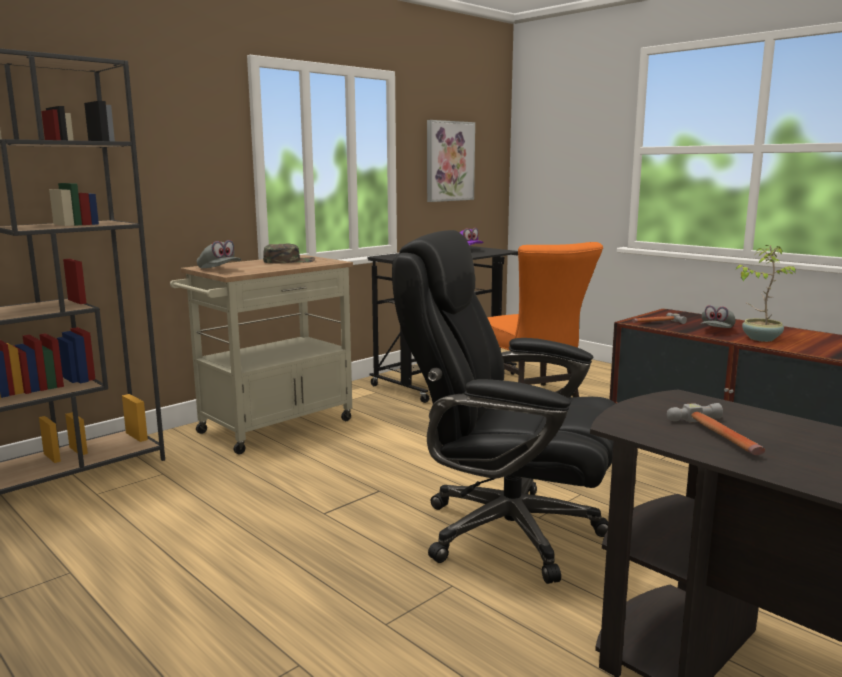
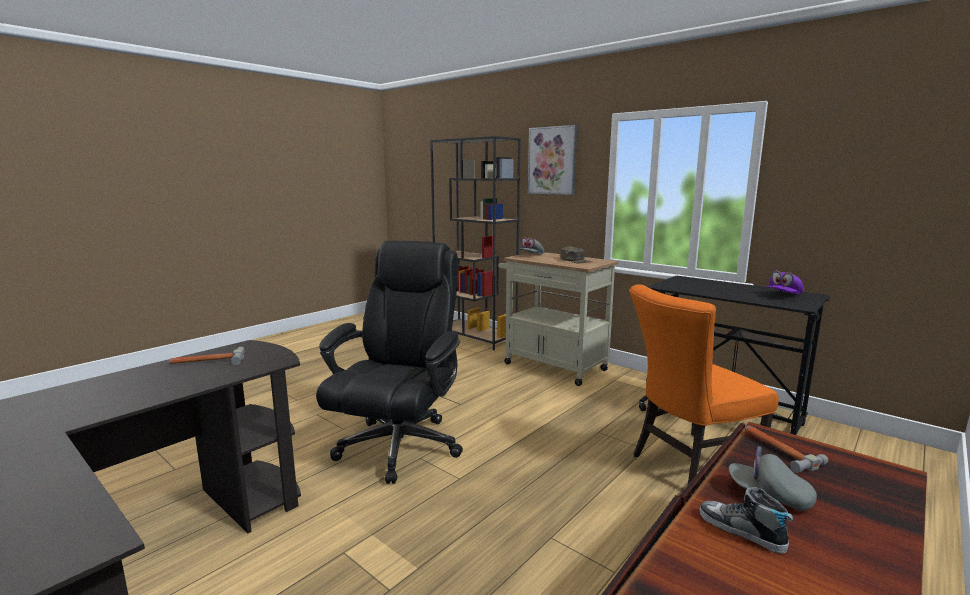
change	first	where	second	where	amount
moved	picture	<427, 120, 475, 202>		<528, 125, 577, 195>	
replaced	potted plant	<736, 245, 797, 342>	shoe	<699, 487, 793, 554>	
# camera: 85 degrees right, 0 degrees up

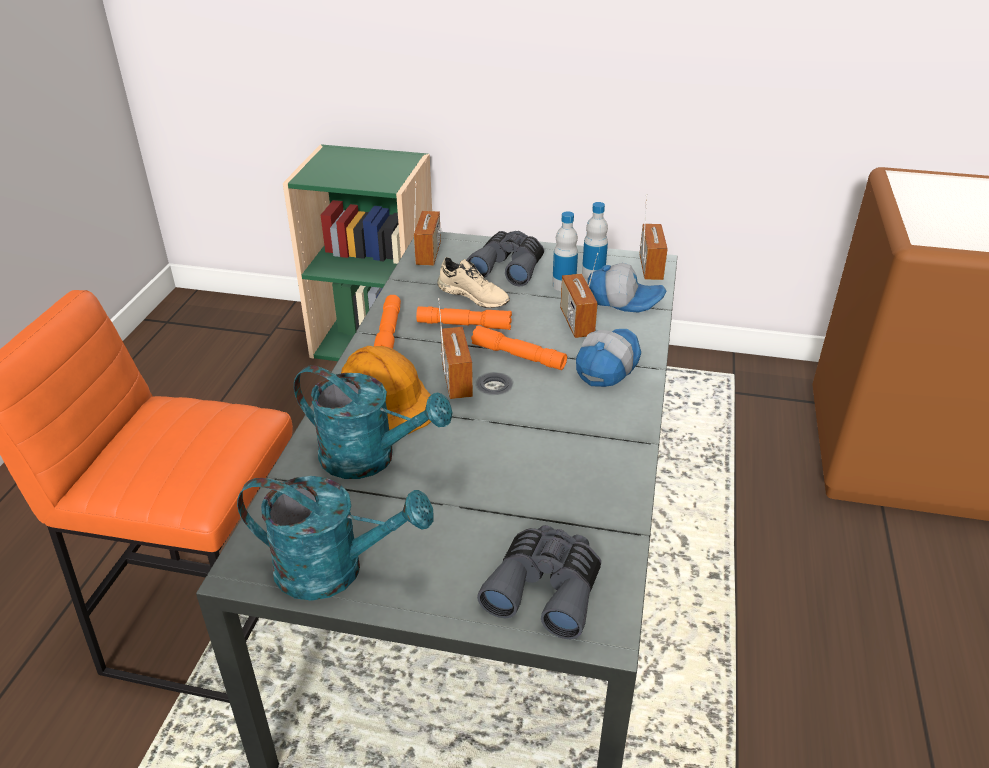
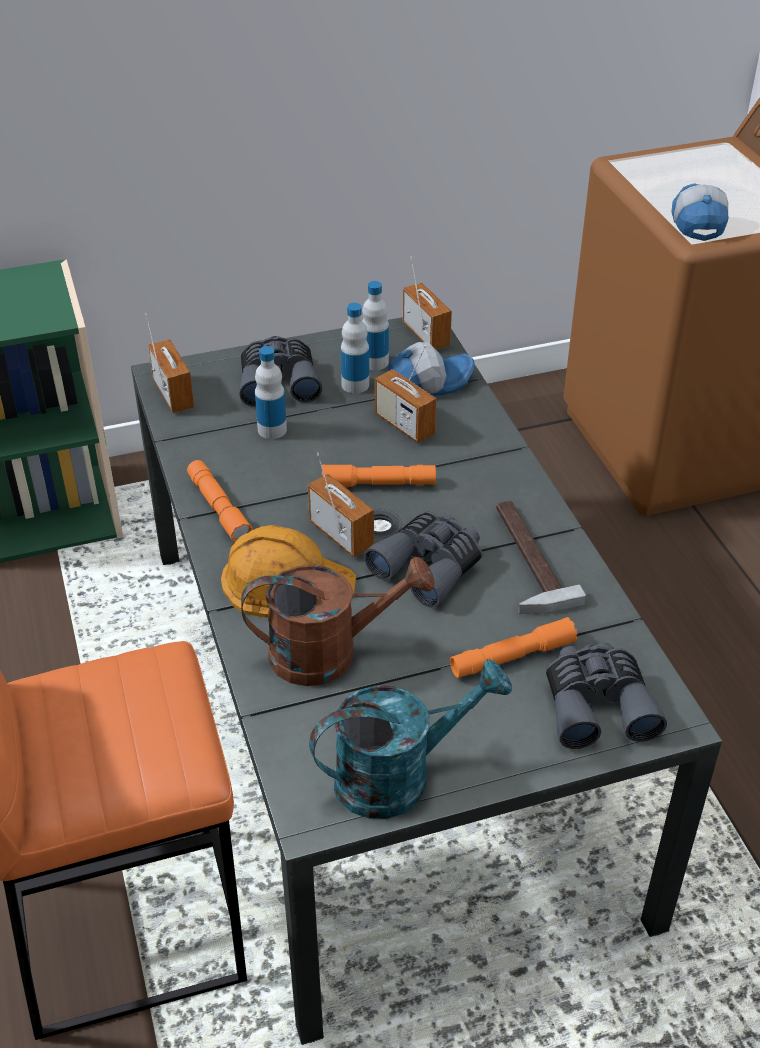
change	first	where	second	where	amount
added			binoculars (grey)	<364, 512, 483, 608>	
added			hammer	<496, 501, 586, 614>	
moved	flashlight (orange)	<416, 306, 512, 330>		<450, 617, 577, 678>	
moved	cap	<576, 329, 641, 387>		<672, 183, 729, 241>	
replaced	shoe (beige)	<437, 257, 510, 308>	bottle	<255, 346, 287, 439>	
recoloured	watering can (turquoise)	<294, 365, 453, 479>	watering can (brown)	<241, 556, 434, 686>	
# camera: 30 degrees left, 5 degrees up

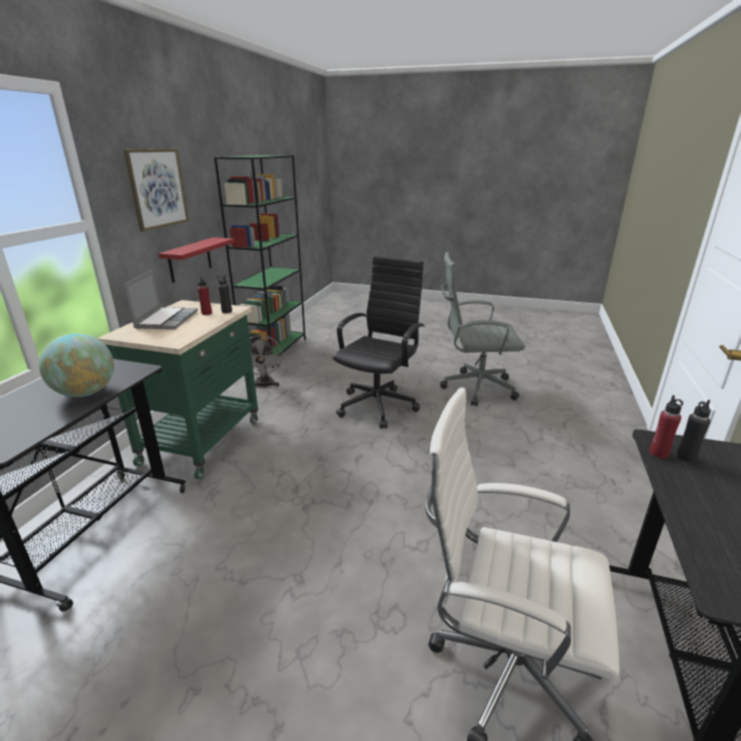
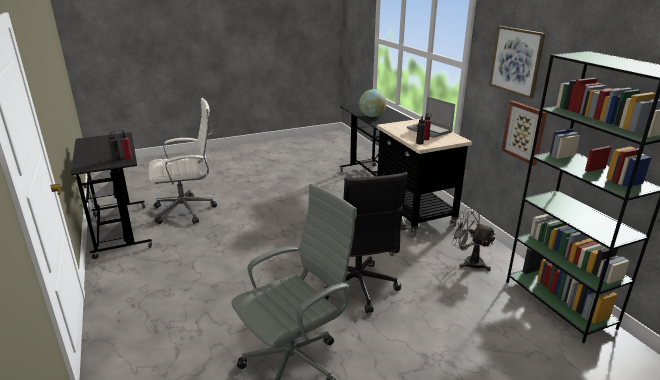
change	first	where	second	where	amount
replaced	shelf (red)	<159, 237, 234, 283>	picture	<501, 101, 547, 166>	
recoloured	cart (green)	<97, 300, 258, 479>	cart (black)	<377, 118, 472, 237>	
# camera: 140 degrees right, 0 degrees up

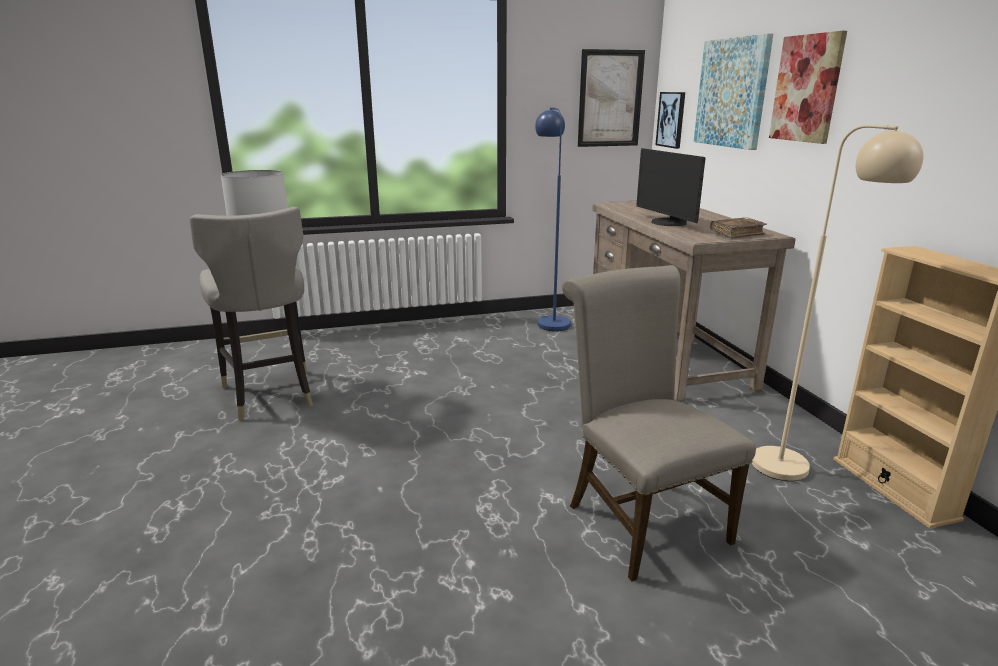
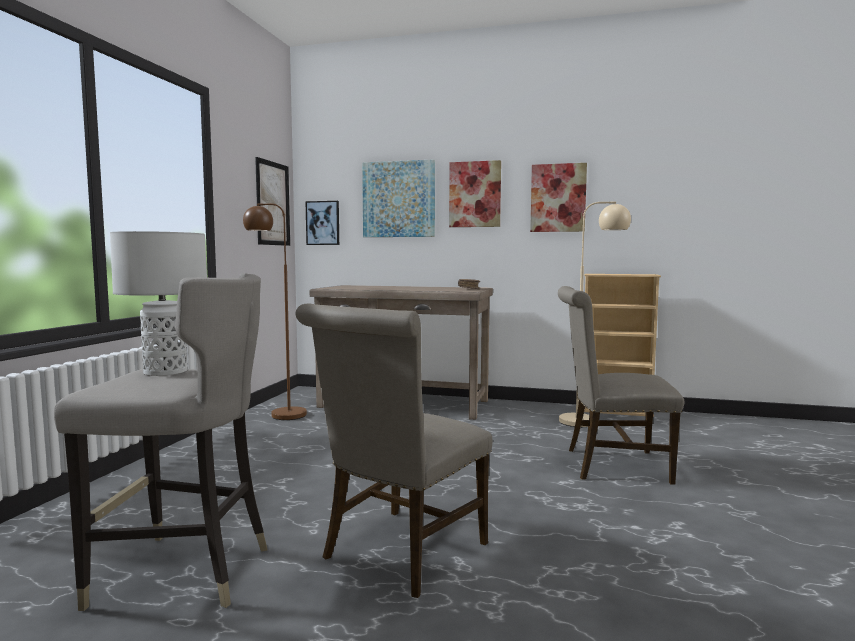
change	first	where	second	where	amount
removed	monitor	<636, 148, 706, 226>			
added			chair (beige)	<295, 304, 492, 598>	
added			picture	<530, 163, 587, 232>	
recoloured	floor lamp (blue)	<535, 107, 571, 331>	floor lamp (brown)	<243, 203, 307, 420>	
# camera: 60 degrees left, 15 degrees down

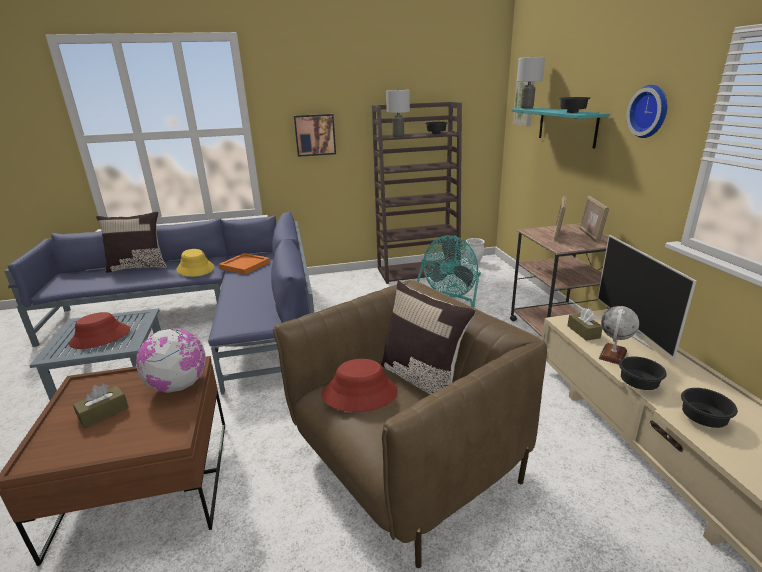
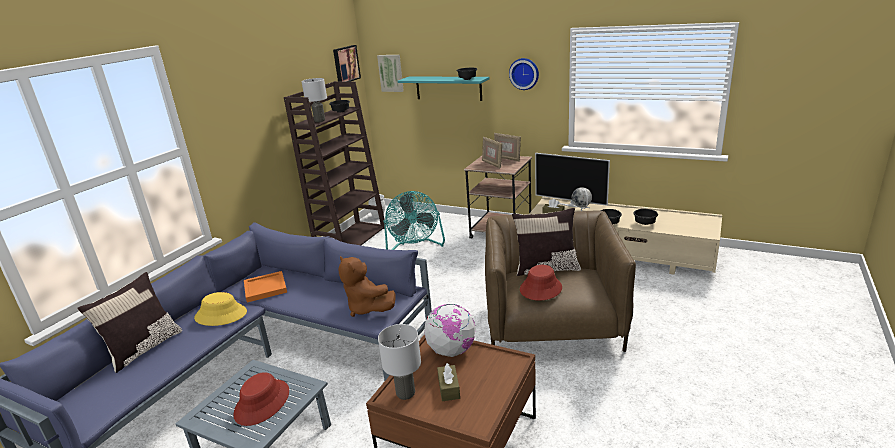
change	first	where	second	where	amount
added			plush toy (brown)	<339, 256, 395, 317>	
moved	picture	<294, 114, 336, 157>		<333, 45, 361, 82>	
moved	table lamp (white)	<517, 57, 545, 109>		<378, 324, 421, 400>	
# camera: 50 degrees left, 0 degrees up

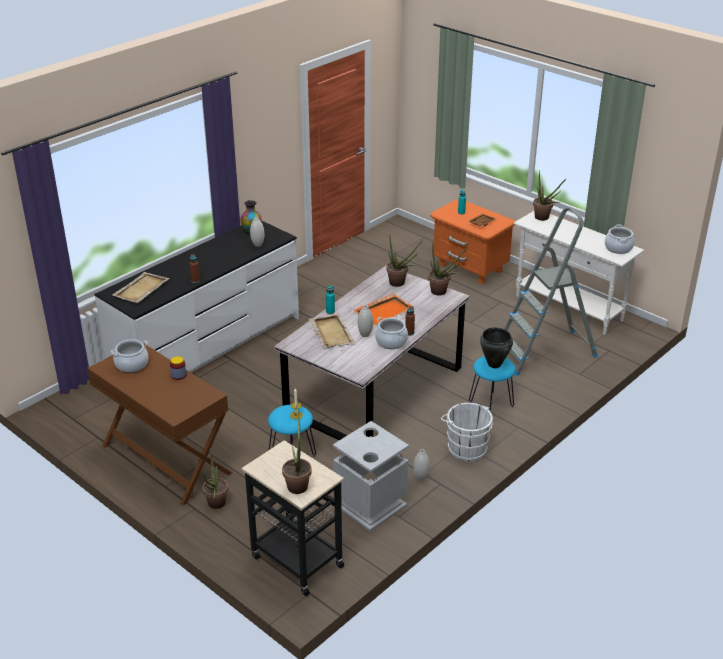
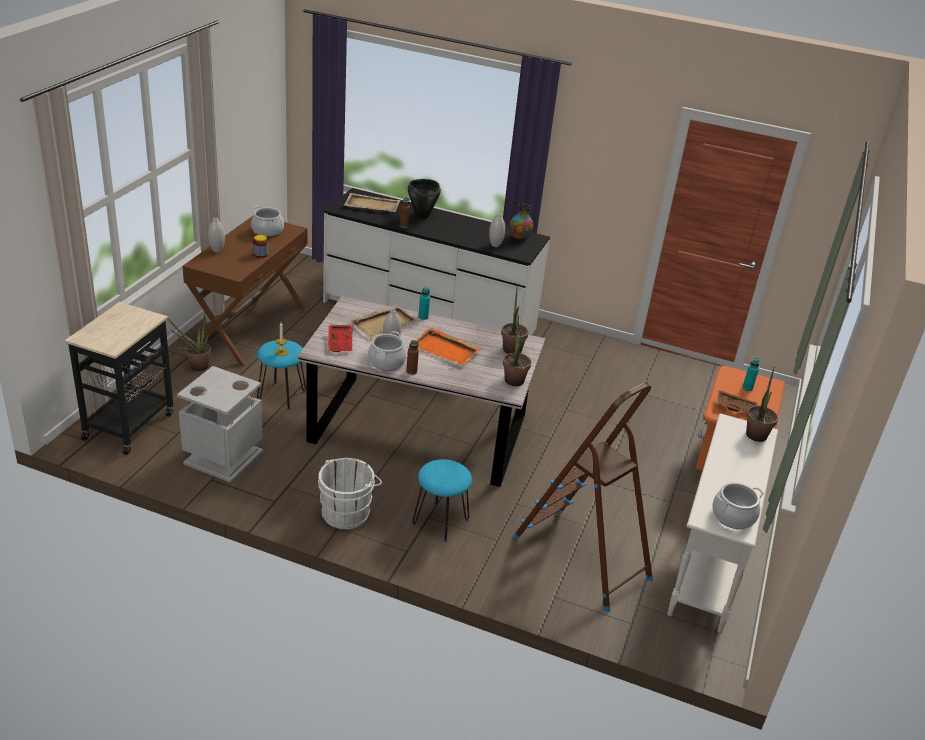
change	first	where	second	where	amount
removed	potted plant	<282, 405, 312, 494>			
added			tray (red)	<328, 325, 352, 352>	
moved	vase (white)	<413, 449, 430, 481>		<208, 217, 225, 252>	
moved	cooking pot (black)	<480, 327, 513, 368>		<408, 179, 441, 219>	
recoloured	step ladder (grey)	<504, 208, 598, 376>	step ladder (brown)	<513, 382, 653, 612>	
# camera: 65 degrees right, 0 degrees up

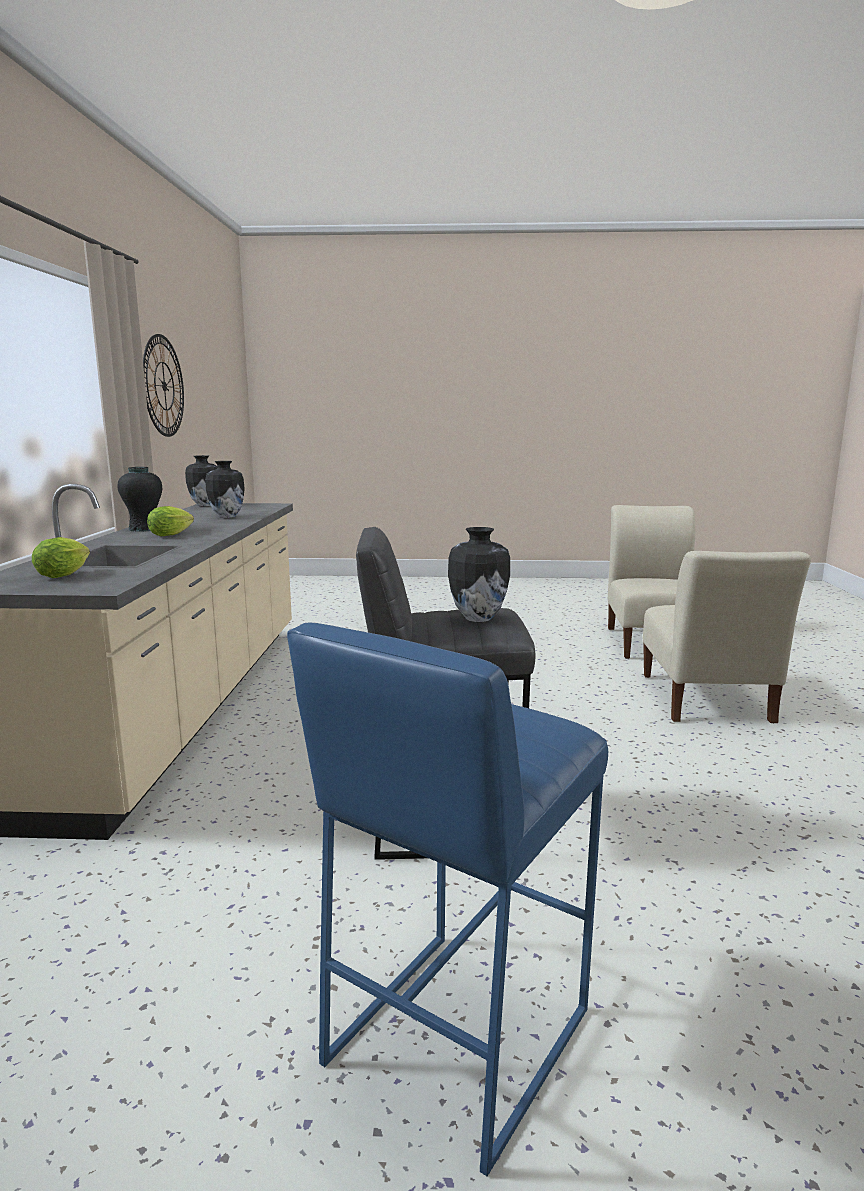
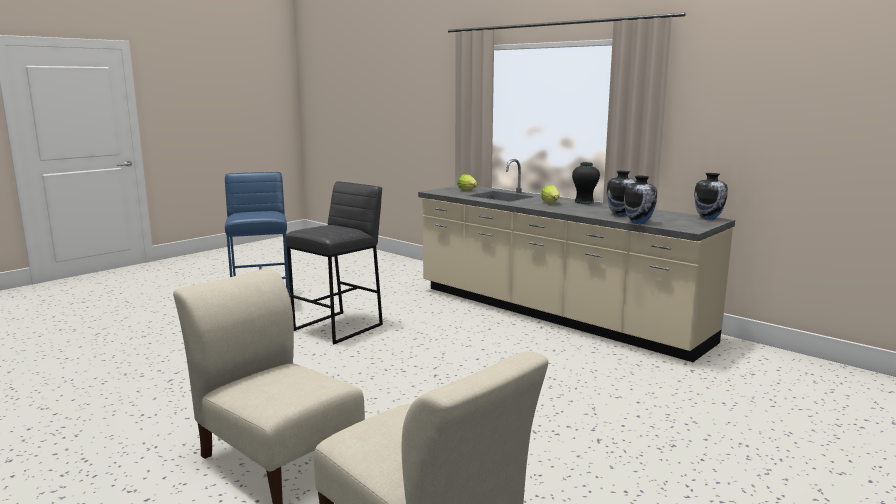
change	first	where	second	where	amount
removed	wall clock	<143, 334, 184, 437>			
moved	vase	<448, 527, 510, 622>		<624, 176, 657, 224>	
# camera: 130 degrees right, 0 degrees up

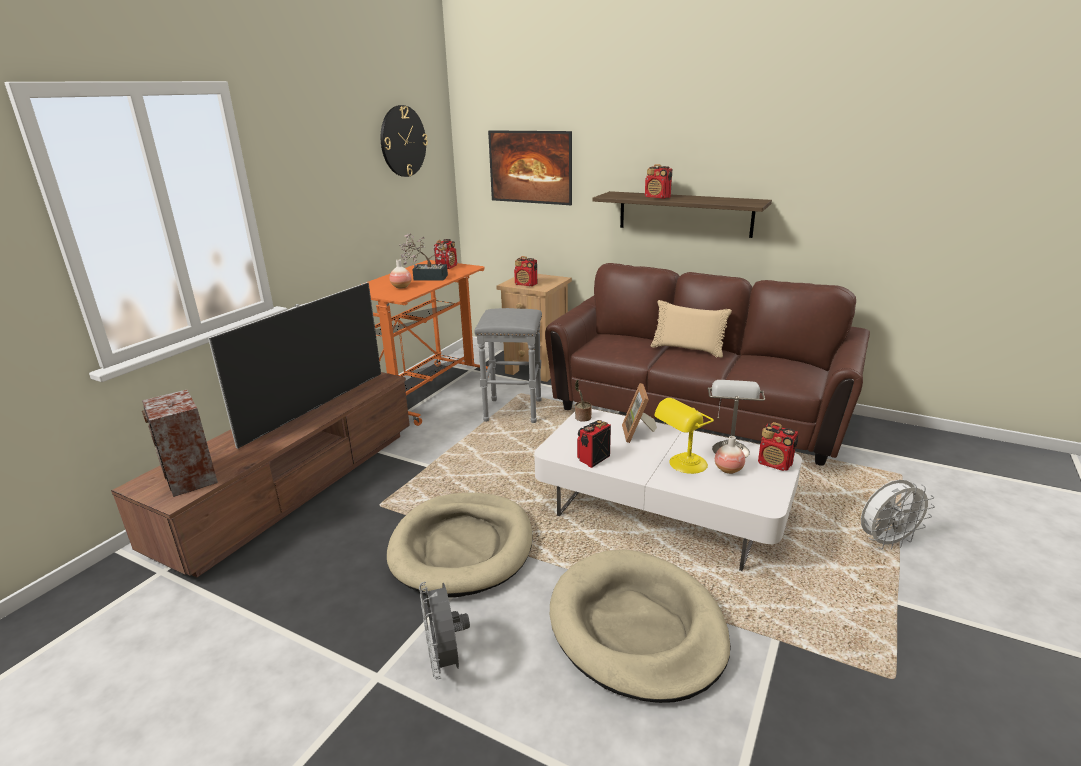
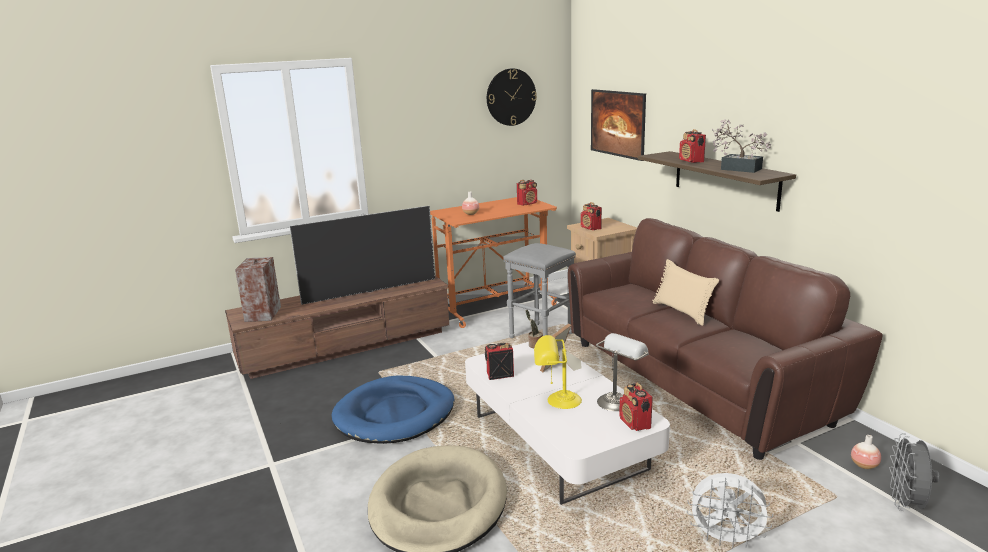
change	first	where	second	where	amount
moved	potted plant	<399, 233, 453, 281>		<712, 119, 772, 173>	
moved	fan (grey)	<419, 582, 470, 679>		<889, 433, 940, 511>	
moved	vase	<715, 436, 745, 474>		<851, 435, 881, 469>	
recoloured	dog bed (beige)	<387, 492, 533, 597>	dog bed (blue)	<332, 376, 454, 444>	
# camera: 35 degrees right, 5 degrees down

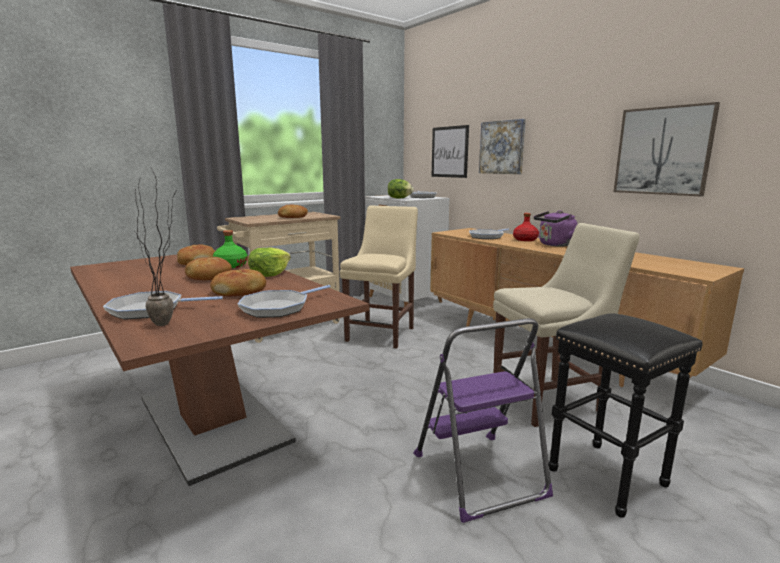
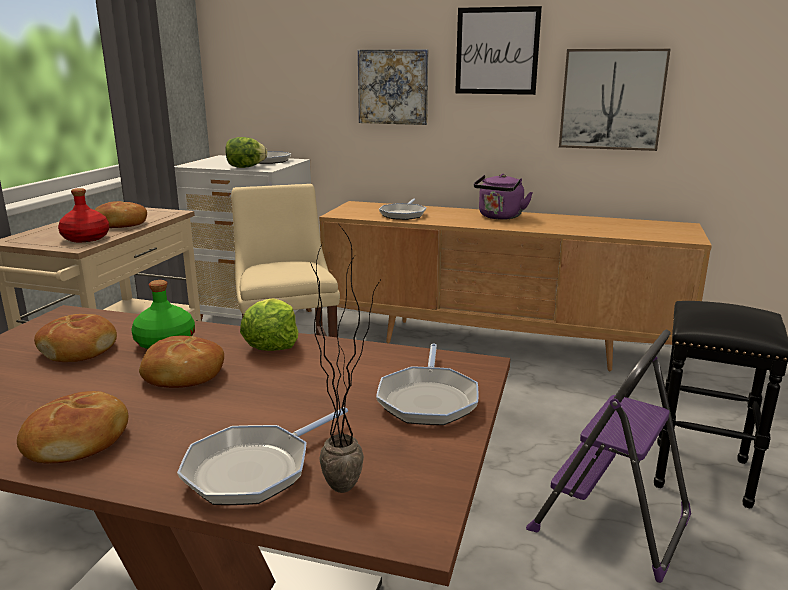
change	first	where	second	where	amount
removed	chair (beige)	<493, 223, 640, 427>			
moved	bread	<210, 269, 266, 296>		<17, 391, 128, 463>	
moved	picture	<432, 125, 469, 178>		<455, 6, 542, 95>	
moved	bottle (red)	<513, 213, 539, 241>		<58, 188, 109, 242>	
# camera: 35 degrees left, 5 degrees up

